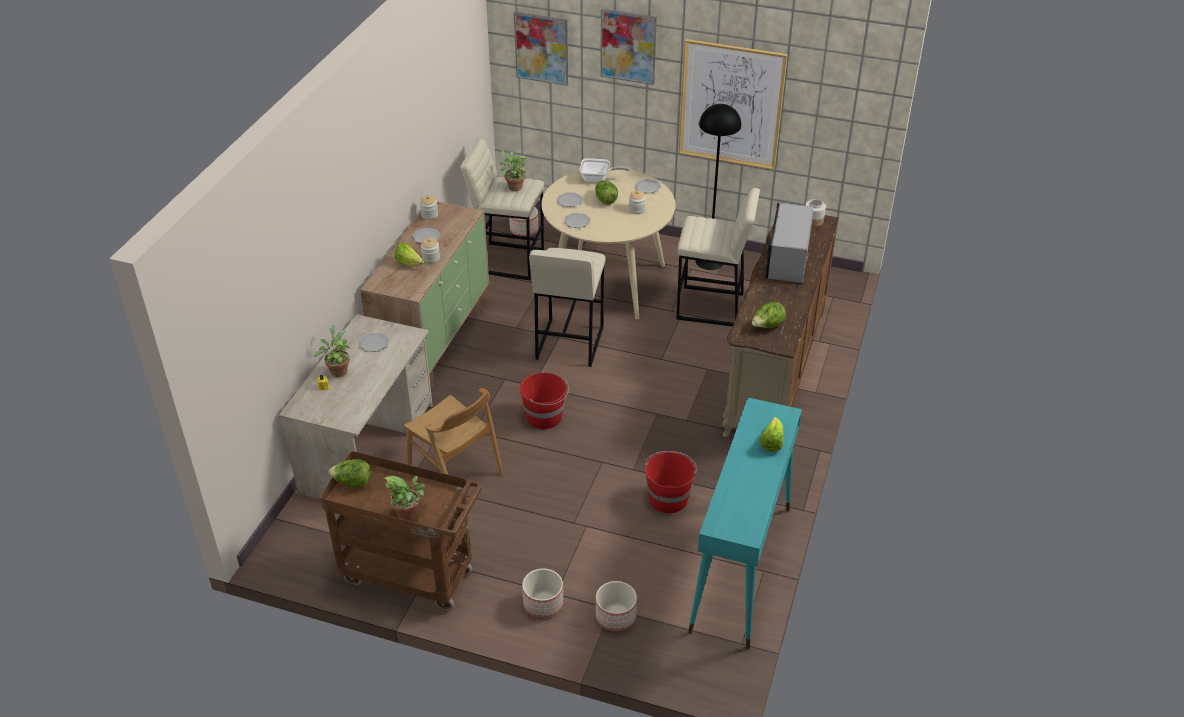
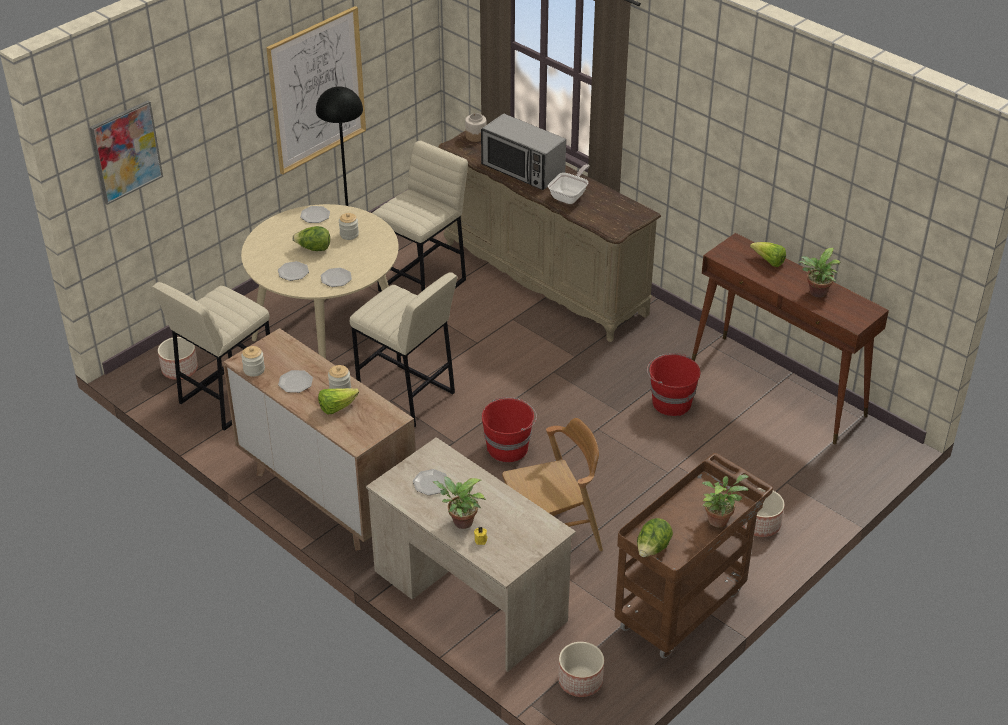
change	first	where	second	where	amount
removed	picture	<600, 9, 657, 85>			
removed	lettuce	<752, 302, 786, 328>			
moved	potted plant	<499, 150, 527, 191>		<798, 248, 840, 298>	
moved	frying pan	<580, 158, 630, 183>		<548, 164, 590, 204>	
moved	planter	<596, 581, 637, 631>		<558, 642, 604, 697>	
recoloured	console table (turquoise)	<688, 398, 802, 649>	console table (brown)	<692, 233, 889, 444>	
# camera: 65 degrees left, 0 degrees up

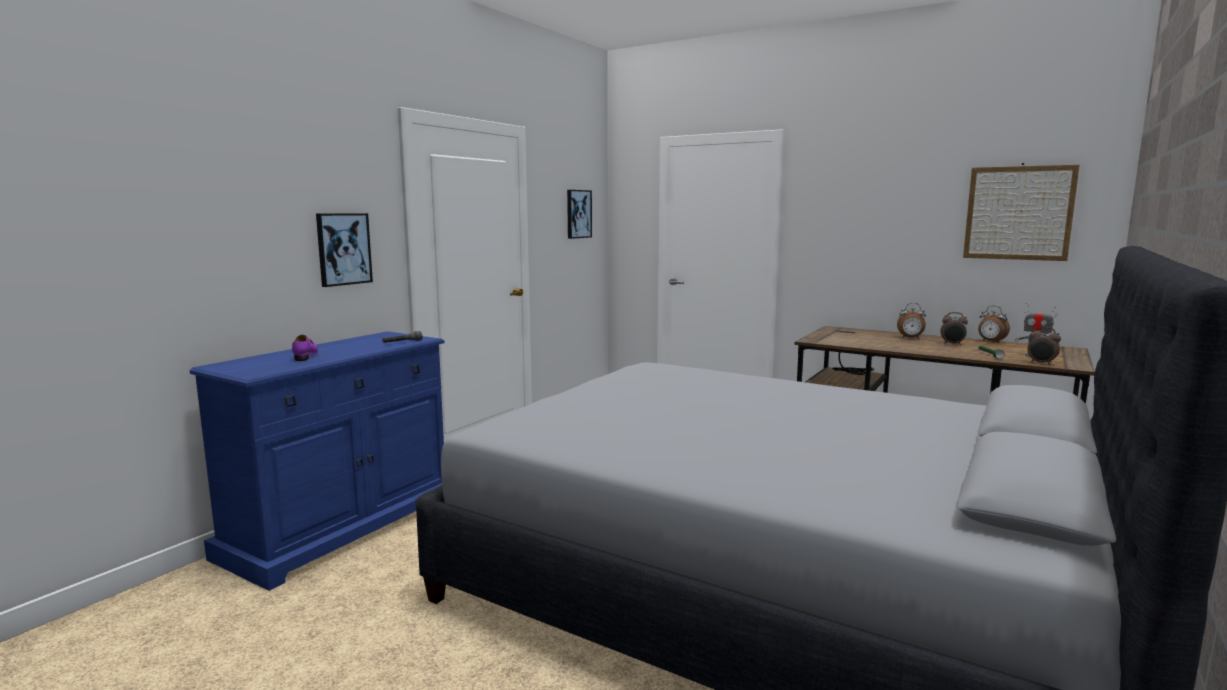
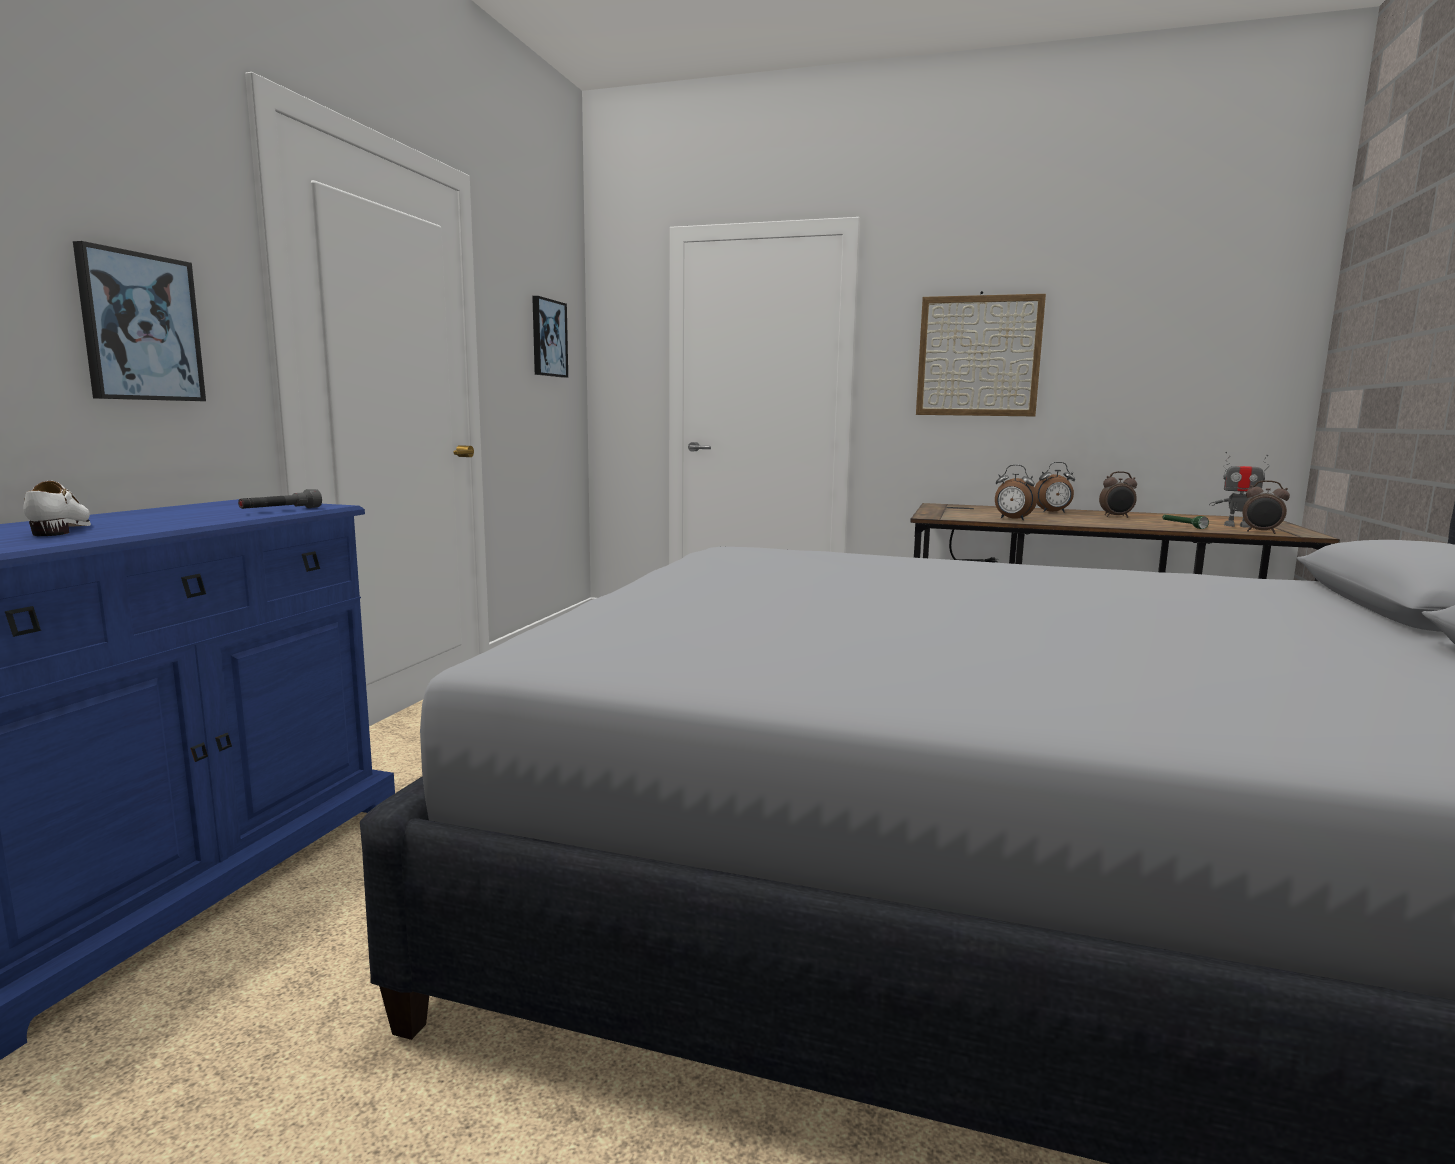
change	first	where	second	where	amount
moved	picture	<963, 163, 1080, 261>		<916, 291, 1046, 416>	
moved	alarm clock	<978, 306, 1010, 343>		<995, 464, 1037, 520>	
recoloured	shoe (purple)	<292, 335, 318, 361>	shoe (white)	<23, 481, 91, 536>	
# camera: 15 degrees left, 0 degrees up

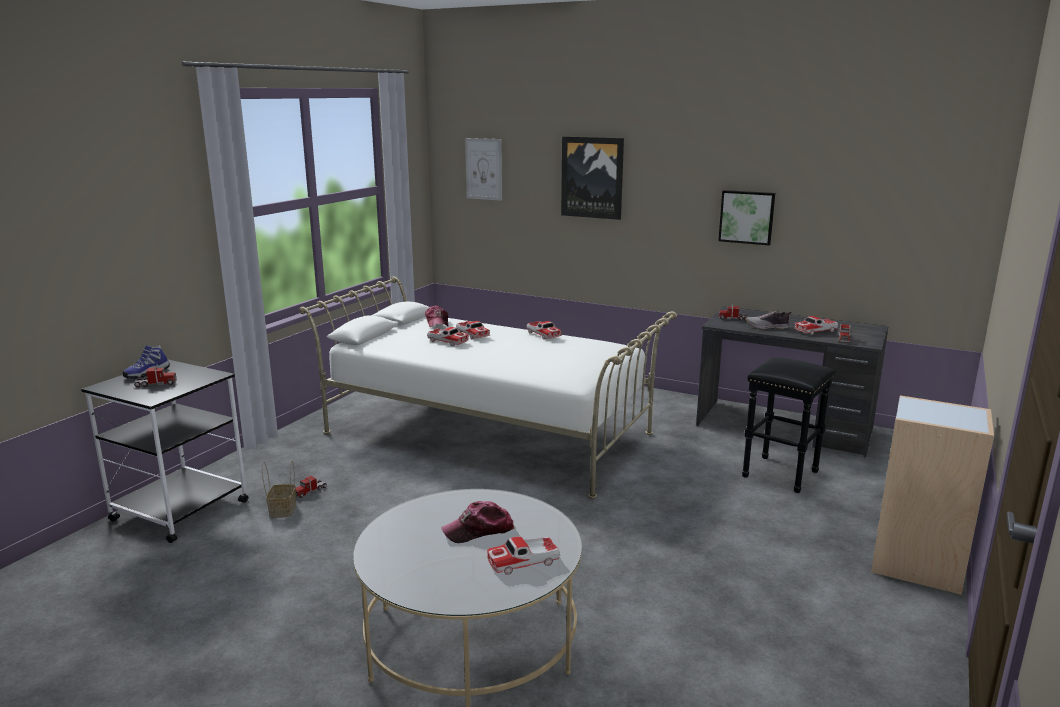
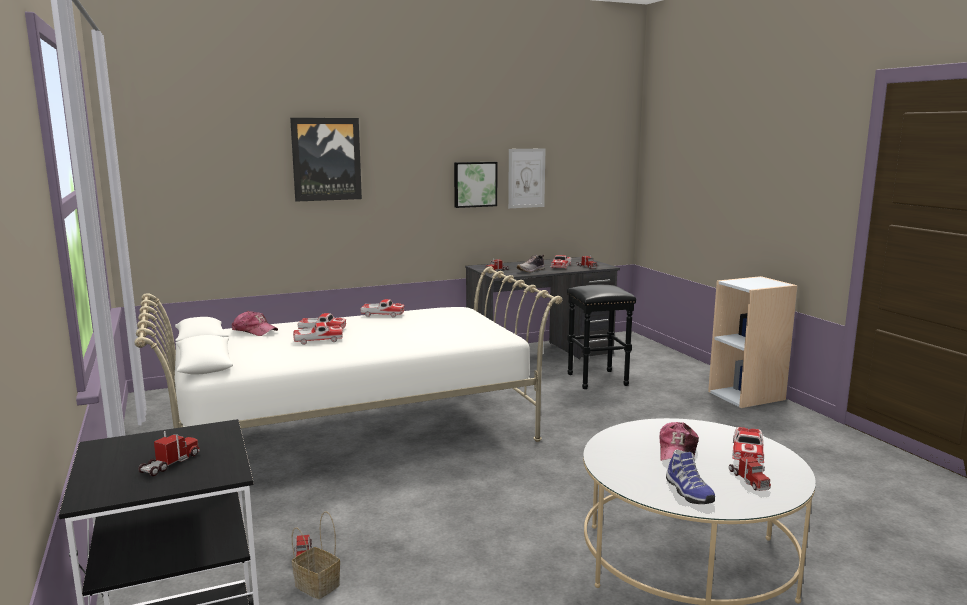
change	first	where	second	where	amount
added			toy truck	<729, 457, 771, 491>	
moved	shoe	<123, 345, 170, 379>		<666, 450, 715, 504>	
moved	picture	<465, 138, 502, 201>		<508, 148, 545, 208>	
# camera: 50 degrees left, 5 degrees down

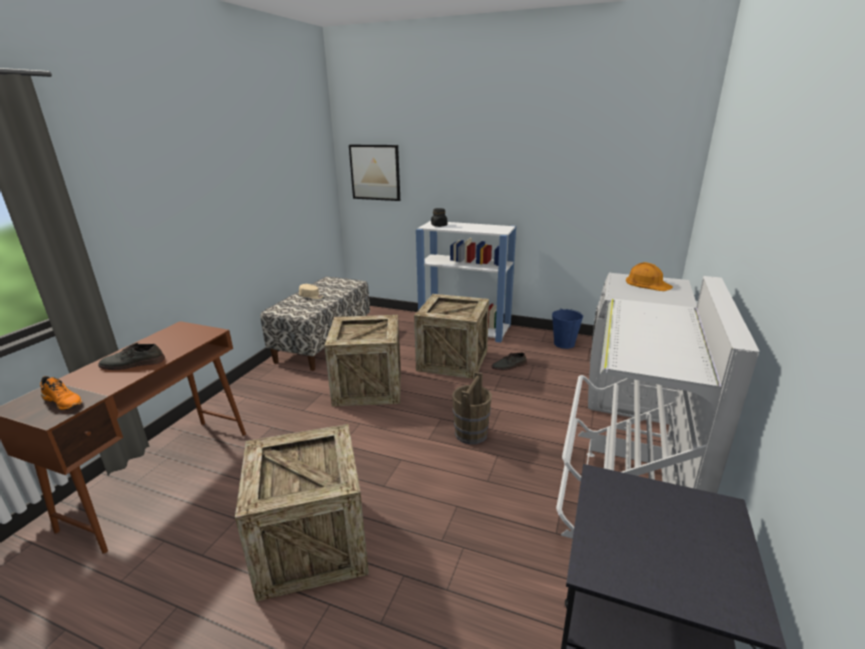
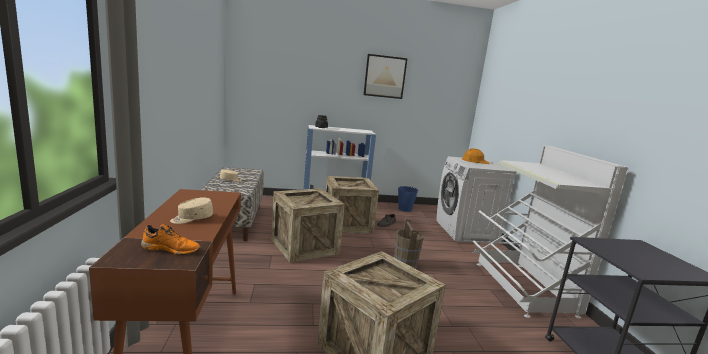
change	first	where	second	where	amount
moved	picture	<349, 145, 400, 201>		<363, 54, 408, 99>	
replaced	shoe (grey)	<98, 342, 165, 370>	cap (beige)	<170, 197, 213, 224>	
# camera: 30 degrees left, 10 degrees down

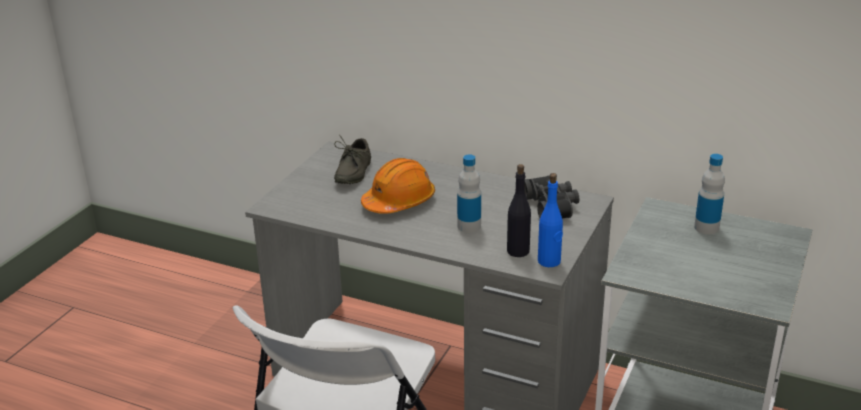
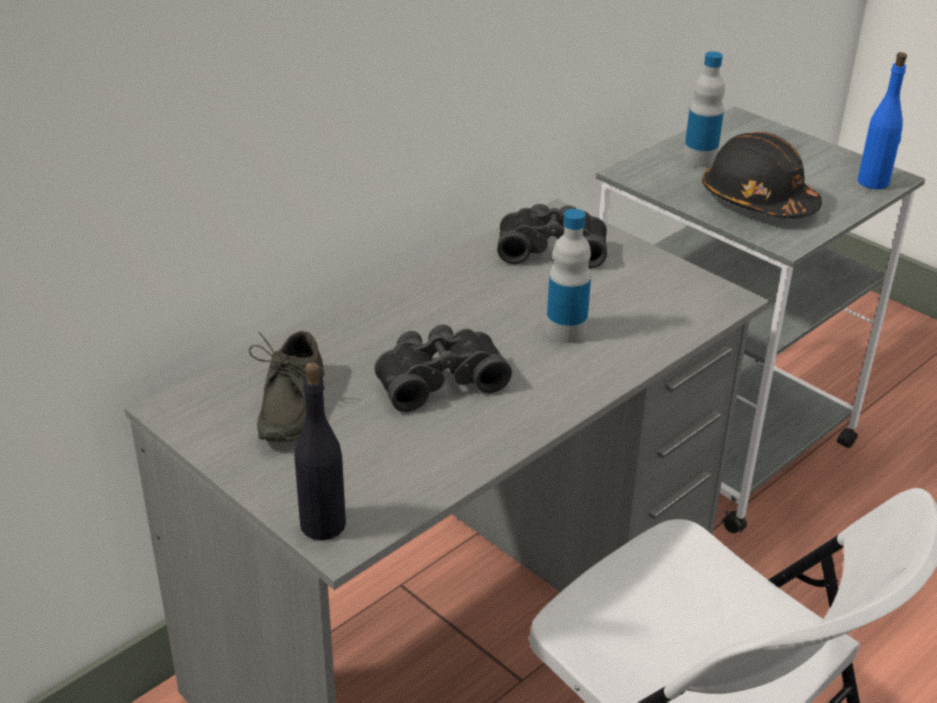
change	first	where	second	where	amount
added			hard hat (black)	<702, 132, 822, 219>	
moved	bottle (black)	<507, 164, 531, 257>		<295, 363, 346, 540>	
moved	bottle (blue)	<538, 173, 563, 267>		<858, 52, 907, 189>	
replaced	hard hat (orange)	<361, 158, 435, 214>	binoculars (black)	<374, 324, 512, 412>	
turned	shoe (grey)	<334, 135, 371, 184>		<249, 331, 325, 442>	60 degrees clockwise
# camera: 70 degrees left, 5 degrees up

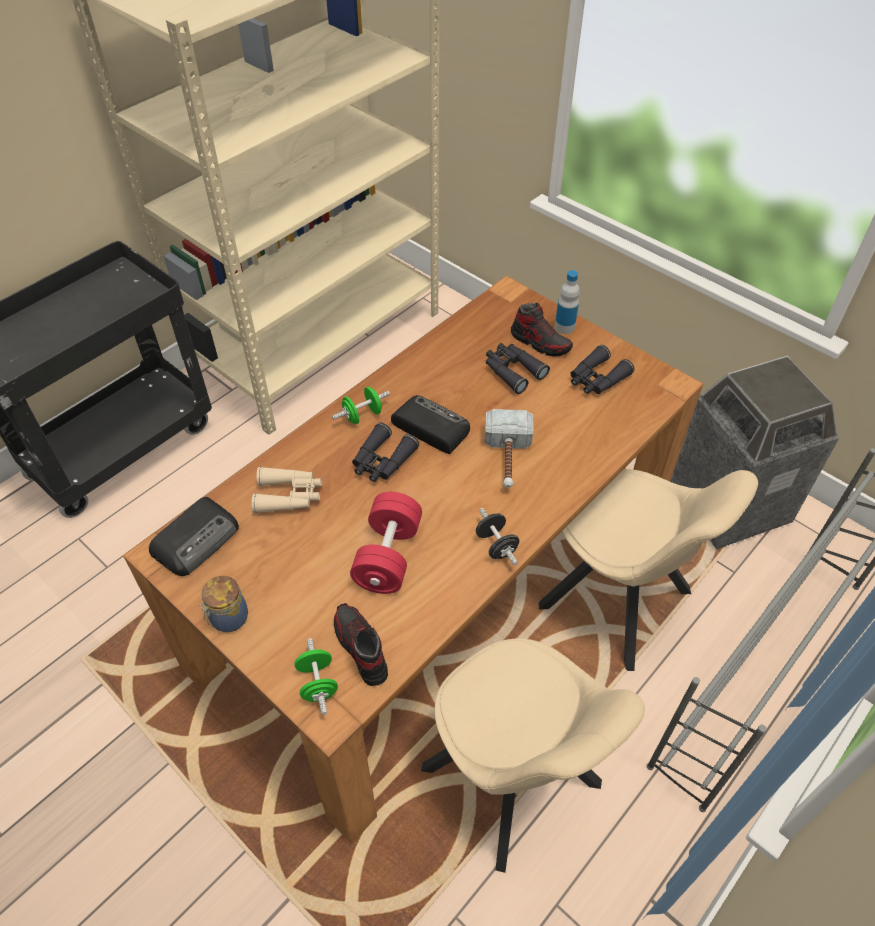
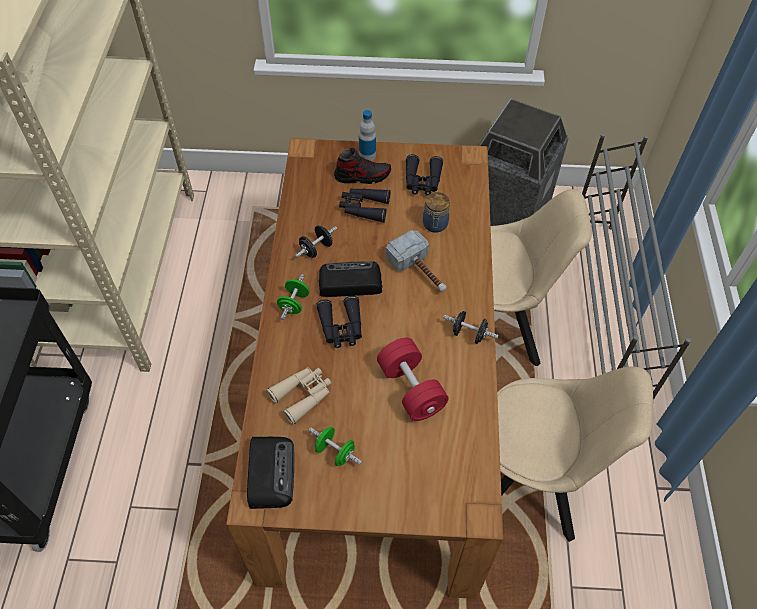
change	first	where	second	where	amount
removed	shoe	<334, 603, 388, 686>			
added			dumbbell (black)	<295, 225, 337, 258>	
moved	jar	<200, 576, 248, 632>		<423, 192, 450, 233>	
moved	dumbbell (green)	<294, 638, 338, 715>		<309, 427, 362, 466>	
# camera: 40 degrees left, 5 degrees up

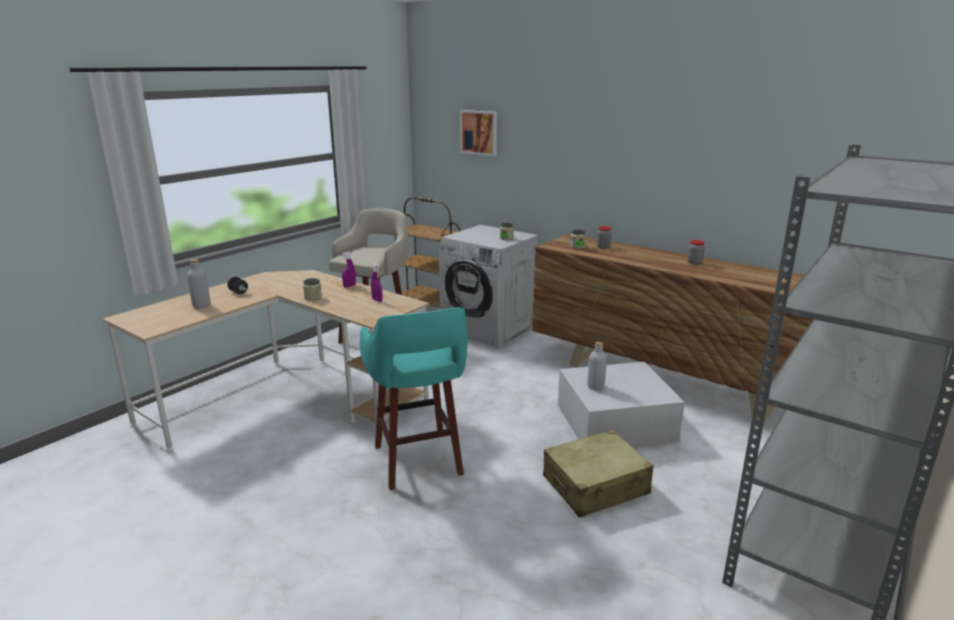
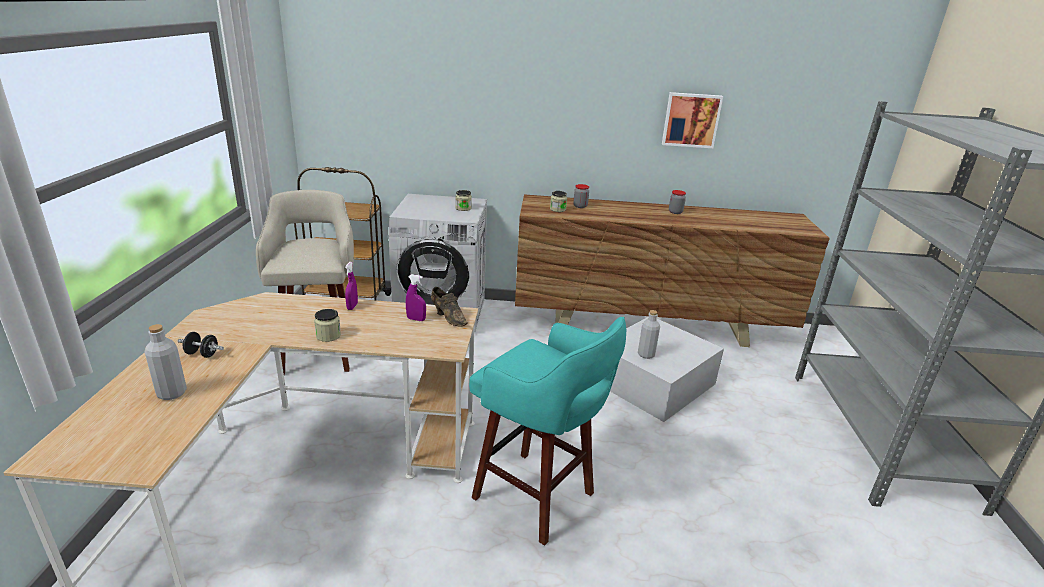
change	first	where	second	where	amount
removed	suitcase (beige)	<543, 430, 653, 518>			
added			shoe (brown)	<431, 287, 468, 327>	
moved	picture	<460, 110, 497, 156>		<662, 92, 723, 148>	
# camera: 35 degrees left, 5 degrees up

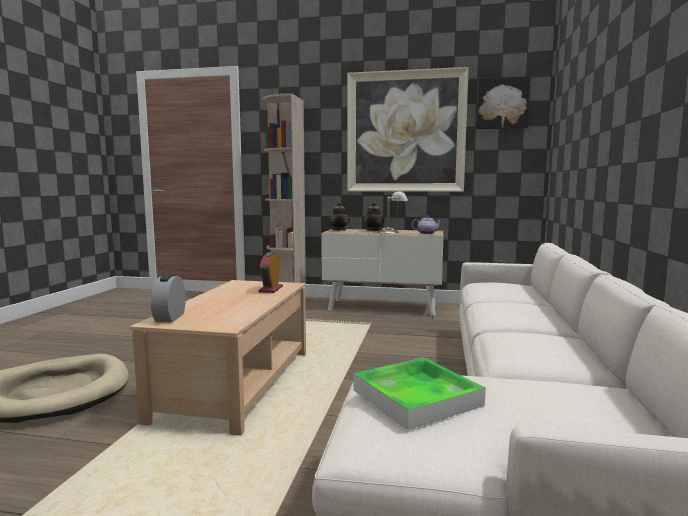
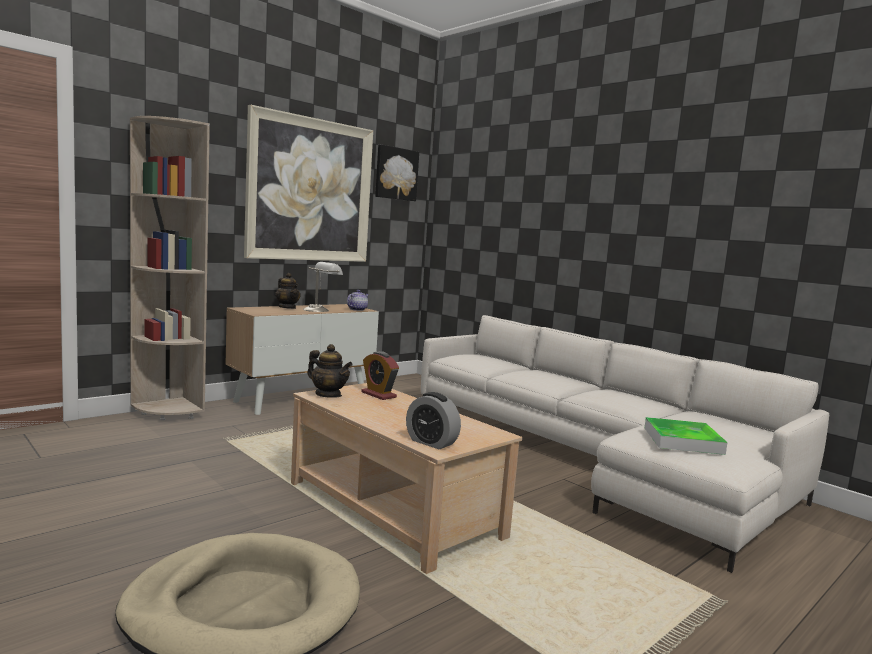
change	first	where	second	where	amount
moved	teapot	<329, 202, 350, 231>		<307, 344, 353, 398>	
# camera: 55 degrees left, 0 degrees up

